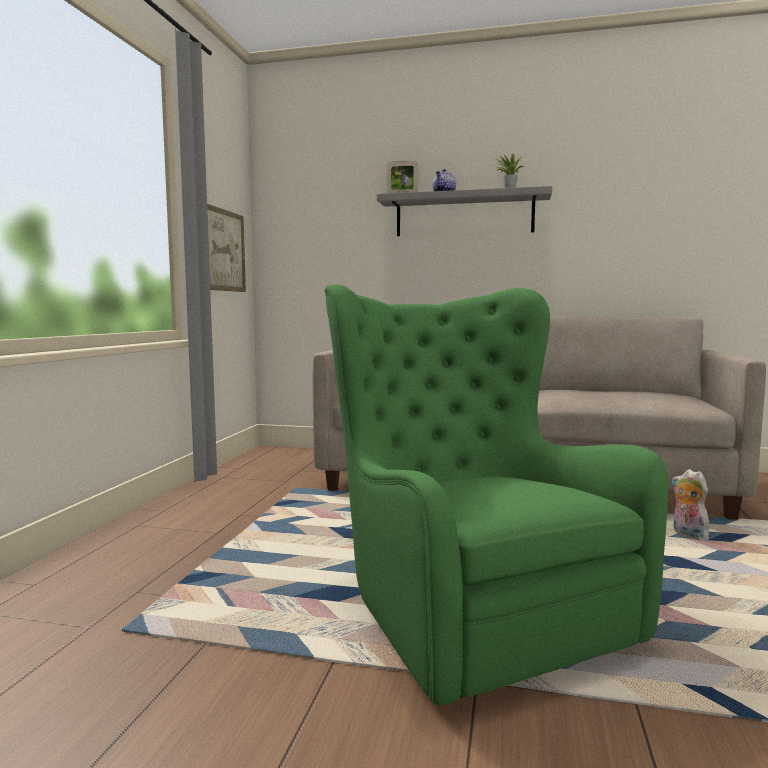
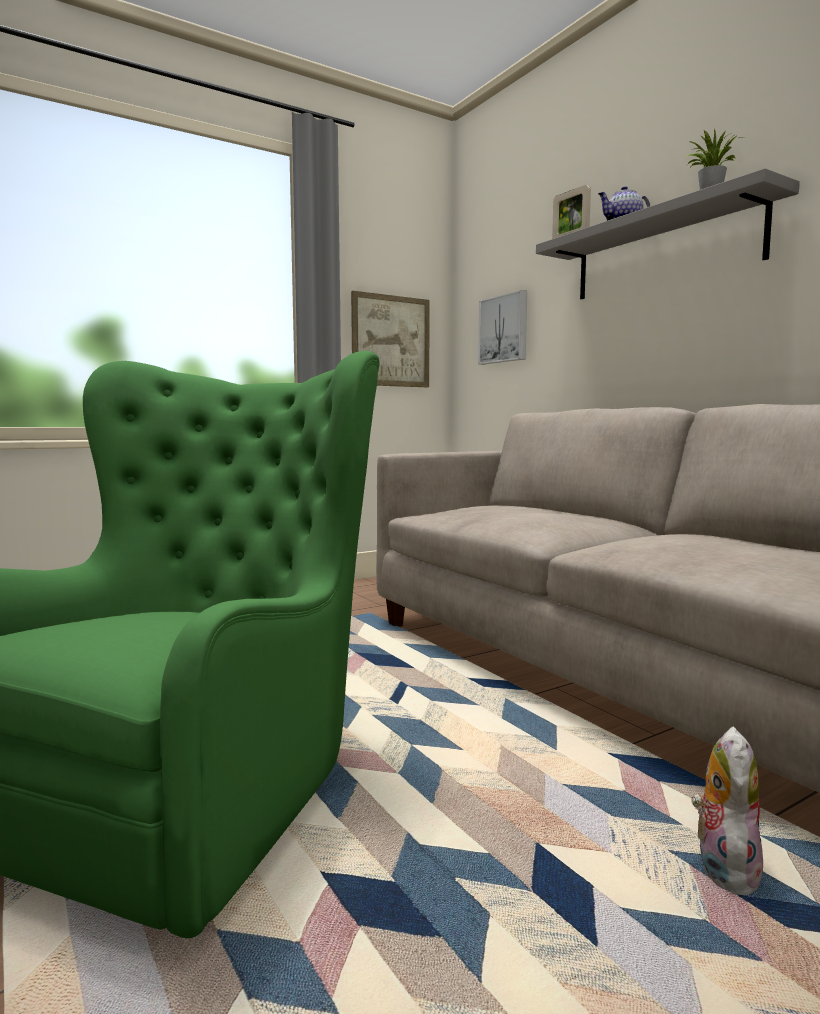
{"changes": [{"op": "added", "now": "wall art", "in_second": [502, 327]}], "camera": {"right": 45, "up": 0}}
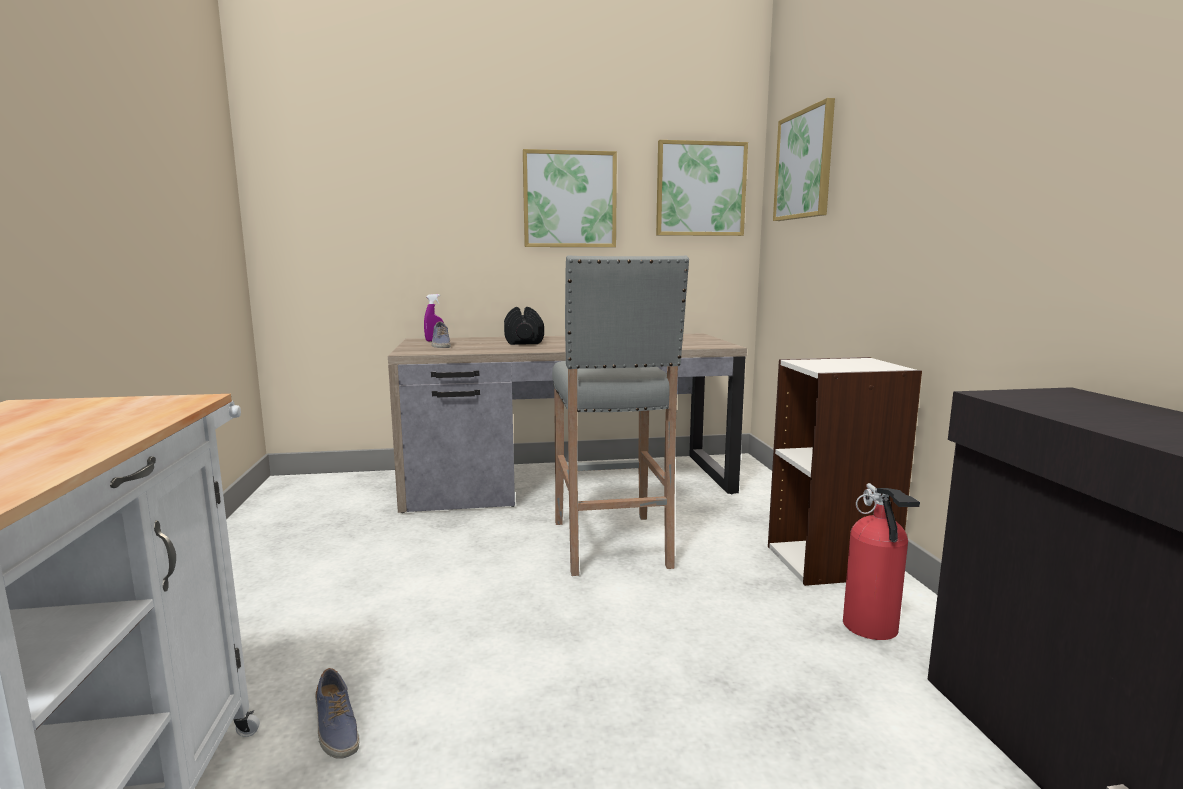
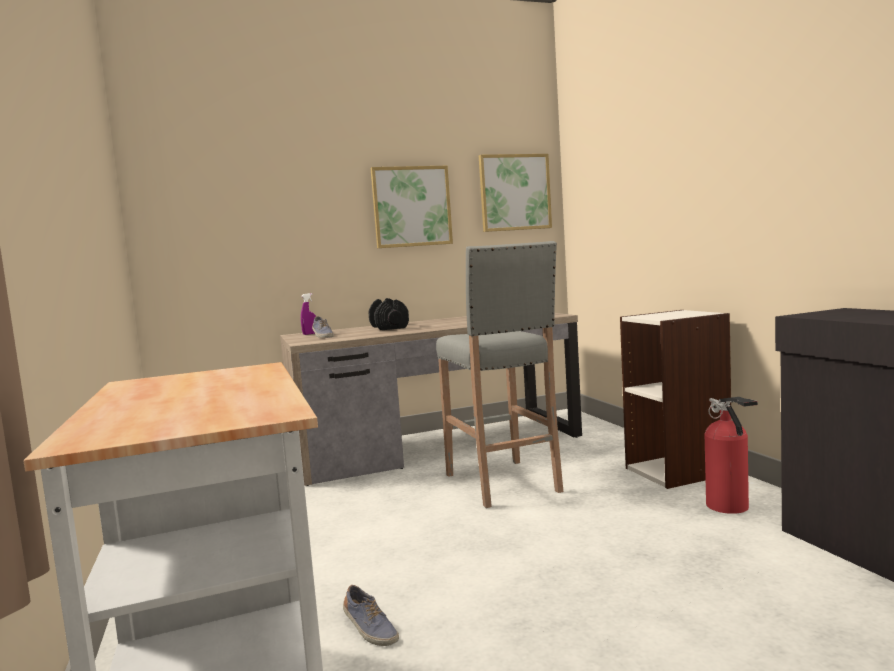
{"changes": [{"op": "removed", "was": "wall art", "in_first": [804, 159]}], "camera": {"right": -10, "up": -5}}
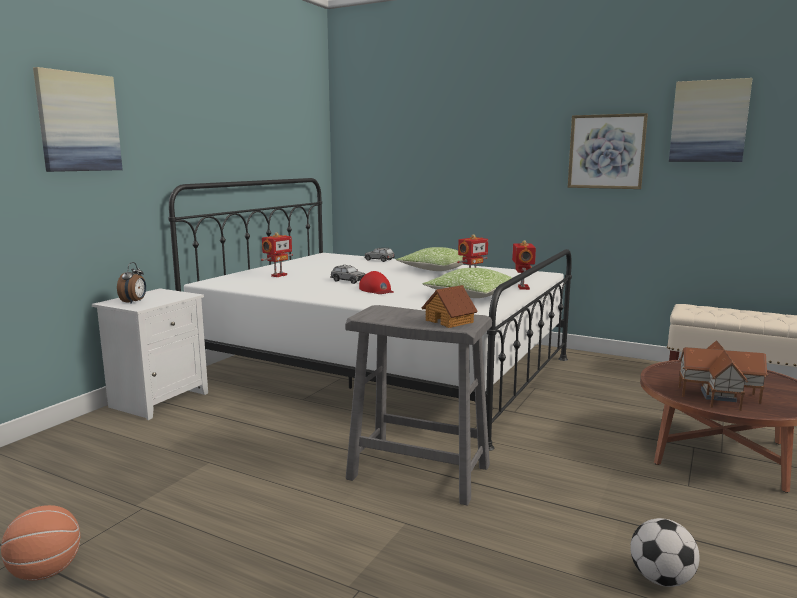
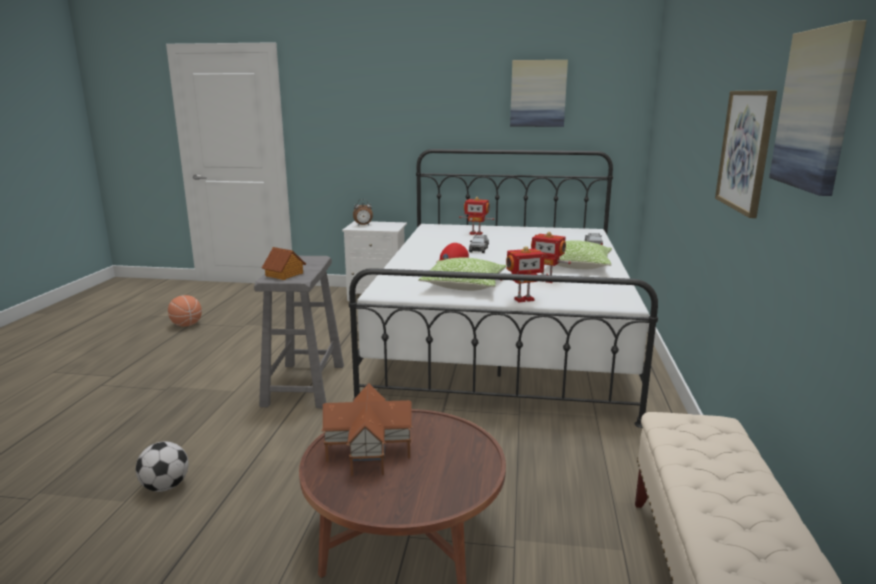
{"changes": [{"op": "moved", "was": "wall art", "in_first": [78, 119], "in_second": [539, 93]}], "camera": {"right": 70, "up": 5}}
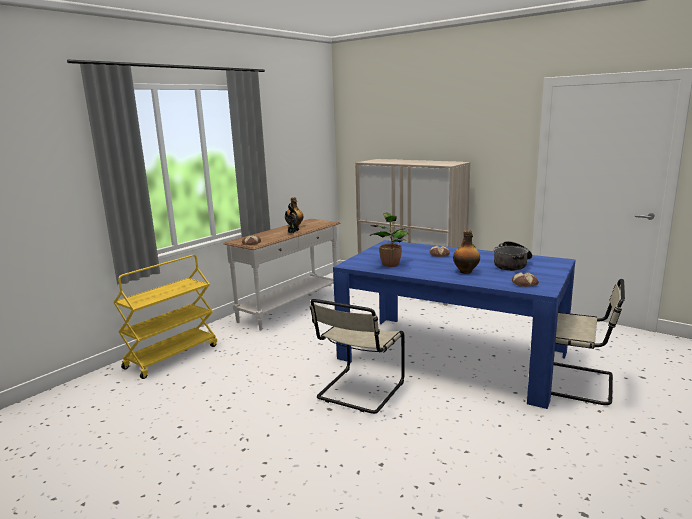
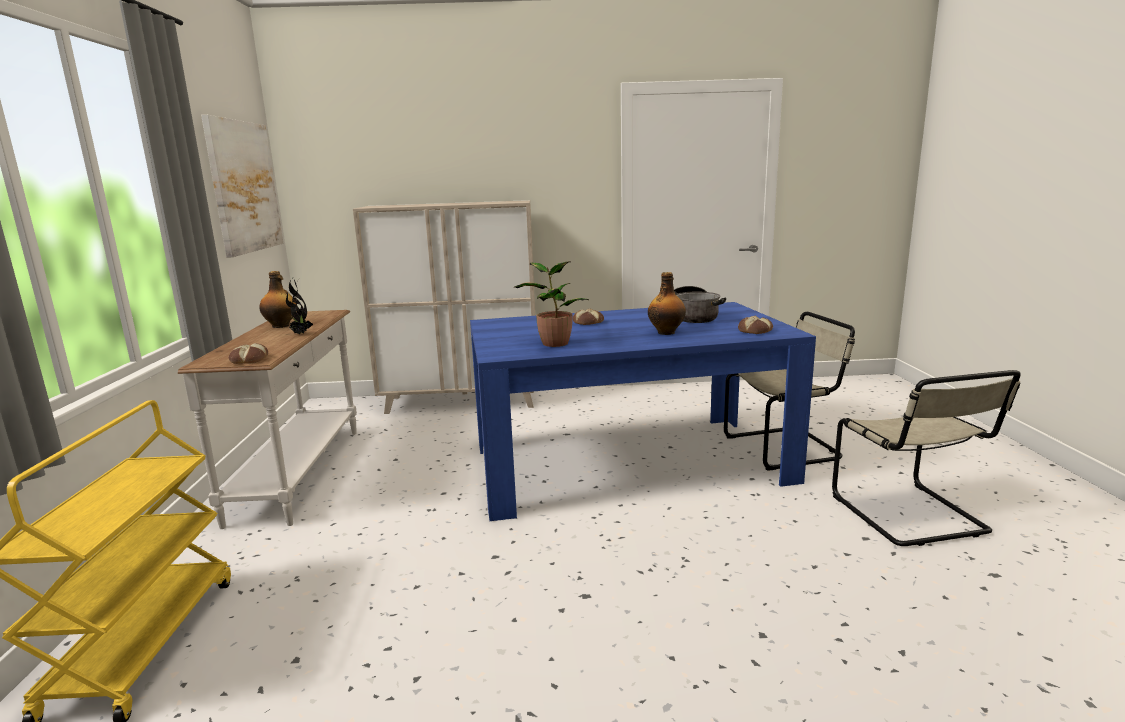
{"changes": [{"op": "added", "now": "wall art", "in_second": [242, 186]}, {"op": "moved", "was": "beige upright chair", "in_first": [357, 356], "in_second": [926, 458]}], "camera": {"right": -40, "up": 0}}
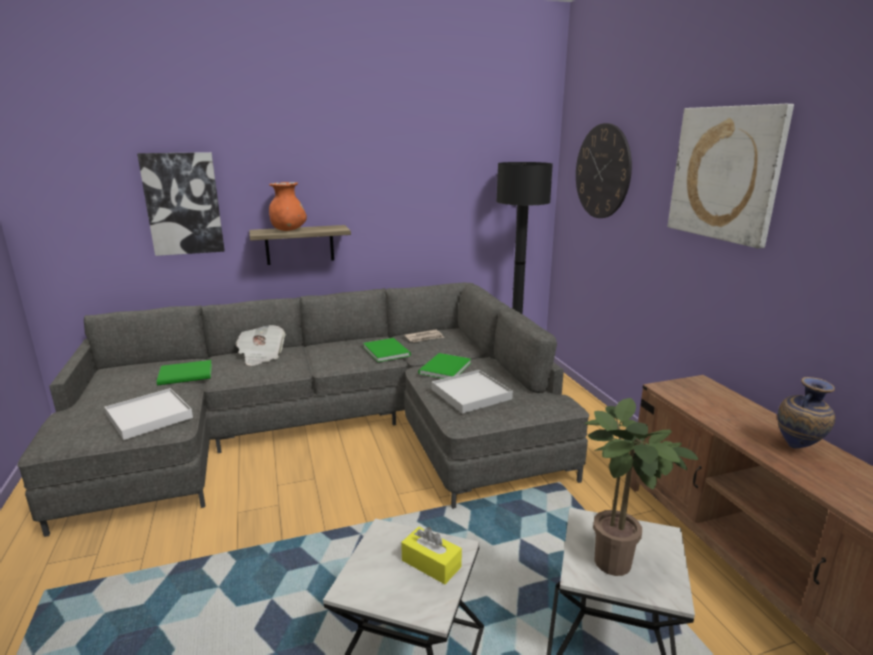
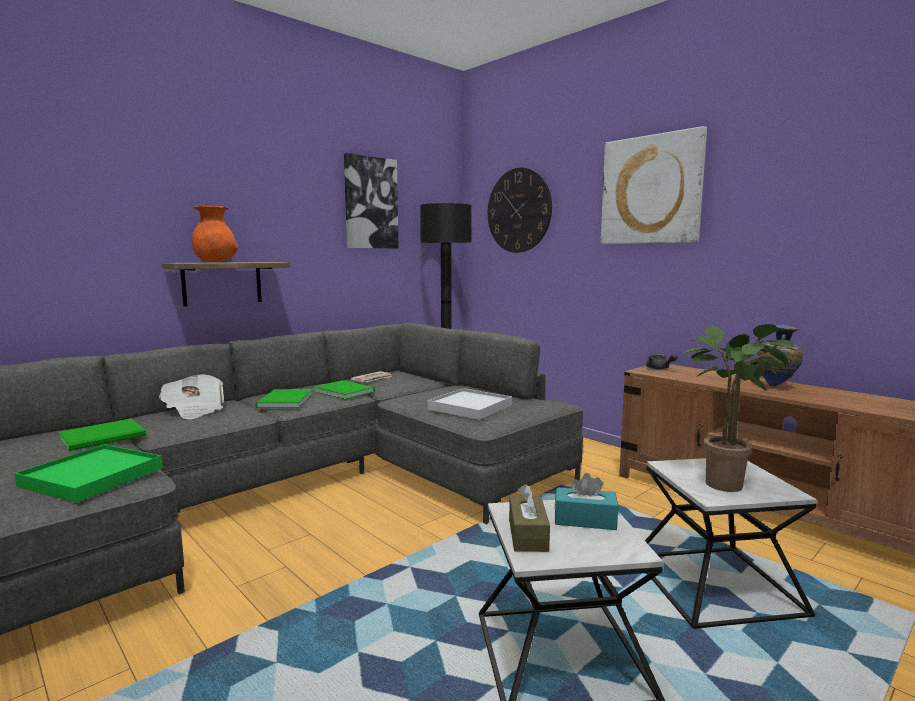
{"changes": [{"op": "recoloured", "was": "whitish serving tray", "now": "green-coloured serving tray", "in_first": [149, 414], "in_second": [88, 473]}, {"op": "moved", "was": "green-coloured book", "in_first": [444, 366], "in_second": [283, 399]}, {"op": "moved", "was": "wall art", "in_first": [181, 204], "in_second": [371, 201]}, {"op": "added", "now": "brown box of tissues", "in_second": [529, 518]}, {"op": "recoloured", "was": "yellow box of tissues", "now": "turquoise box of tissues", "in_first": [431, 555], "in_second": [586, 501]}, {"op": "added", "now": "grey pot for tea", "in_second": [662, 361]}], "camera": {"right": -25, "up": -10}}
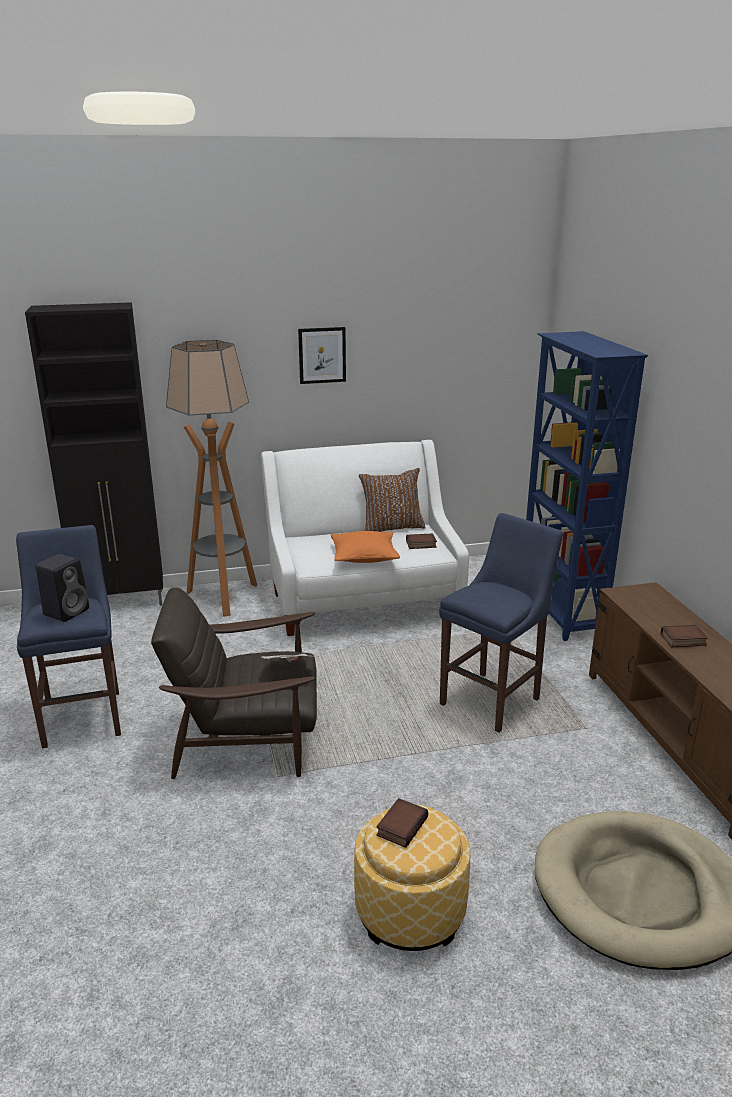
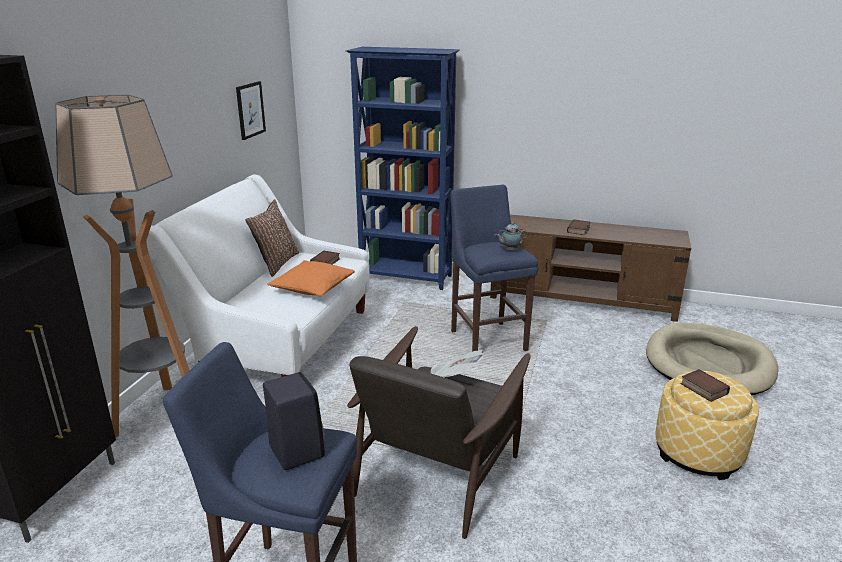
{"changes": [{"op": "moved", "was": "wall art", "in_first": [322, 355], "in_second": [251, 110]}, {"op": "added", "now": "pot for tea", "in_second": [511, 236]}], "camera": {"right": -60, "up": 0}}
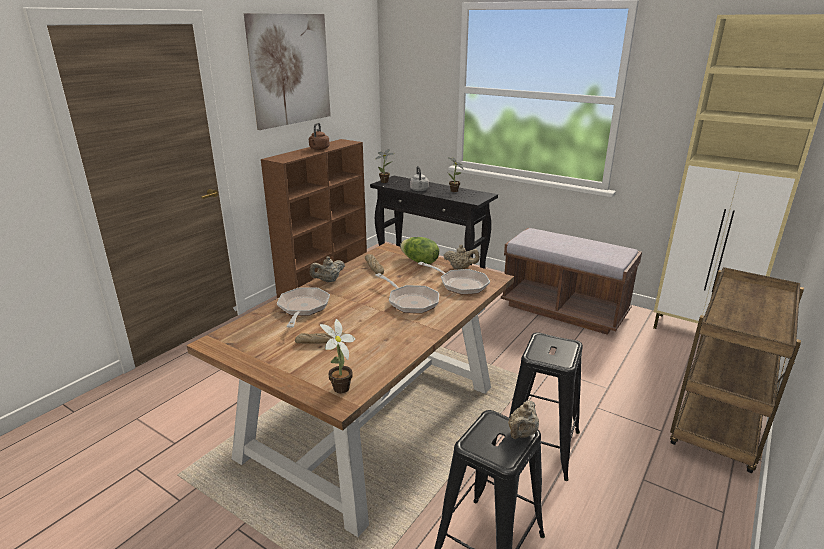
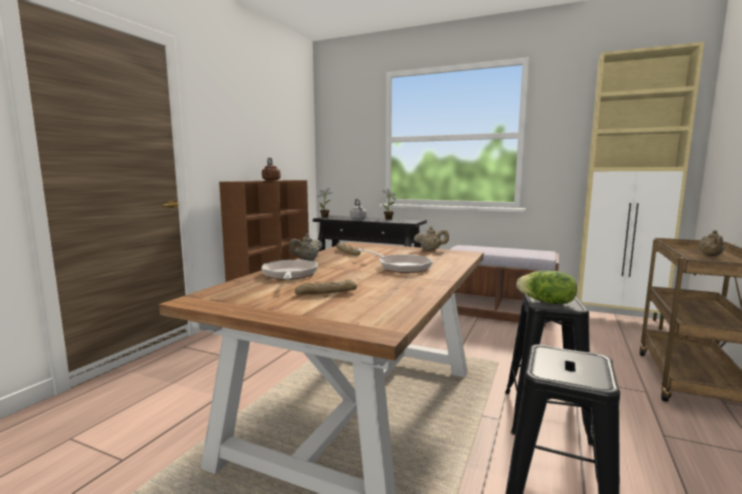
{"changes": [{"op": "moved", "was": "lettuce head", "in_first": [419, 250], "in_second": [546, 287]}, {"op": "moved", "was": "beige pot for tea", "in_first": [523, 419], "in_second": [712, 243]}, {"op": "removed", "was": "wall art", "in_first": [287, 71]}, {"op": "removed", "was": "plant in a pot", "in_first": [338, 356]}, {"op": "removed", "was": "frying pan", "in_first": [454, 278]}], "camera": {"right": -10, "up": -15}}
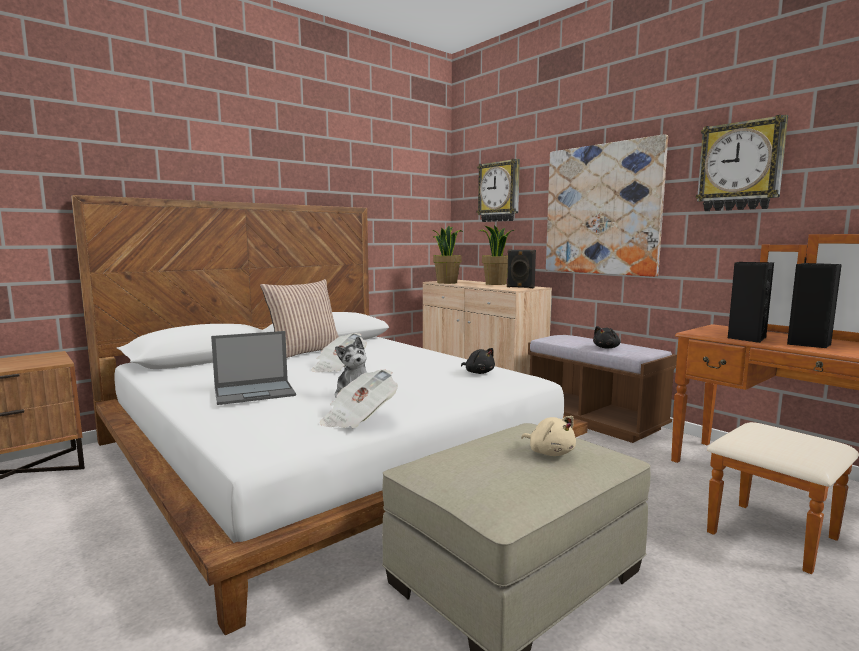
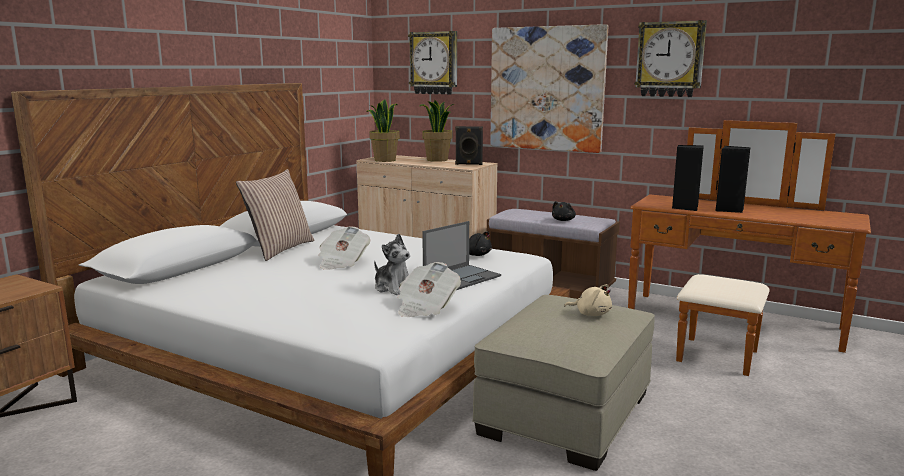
{"changes": [{"op": "moved", "was": "notebook computer", "in_first": [253, 368], "in_second": [461, 255]}], "camera": {"right": -20, "up": 5}}
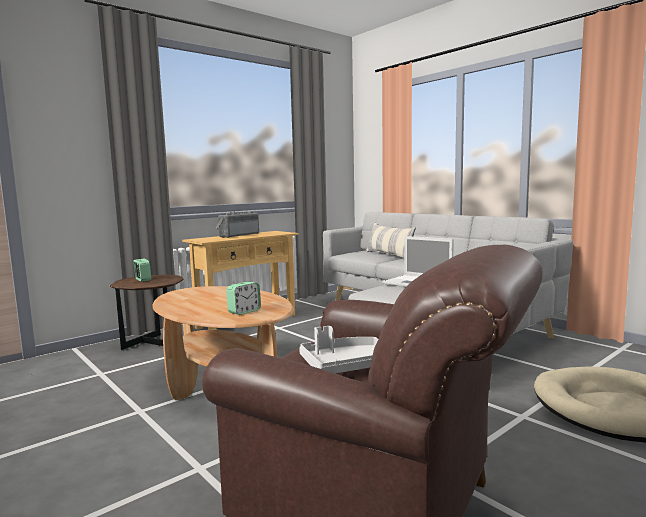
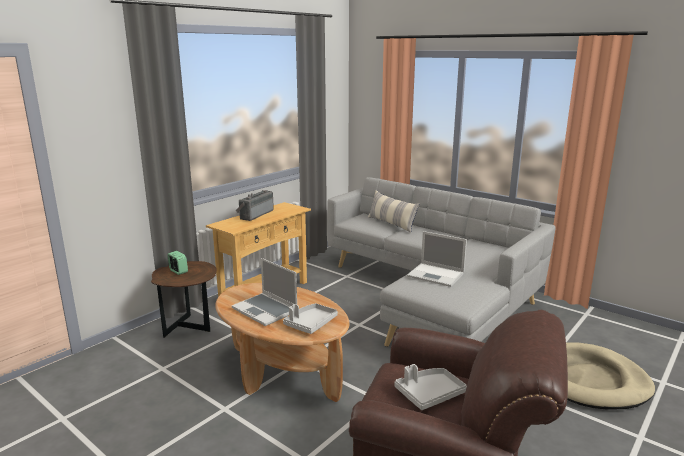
{"changes": [{"op": "added", "now": "notebook computer", "in_second": [264, 292]}, {"op": "replaced", "was": "bedside clock", "now": "grey serving tray", "in_first": [243, 298], "in_second": [310, 318]}], "camera": {"right": -10, "up": 10}}
